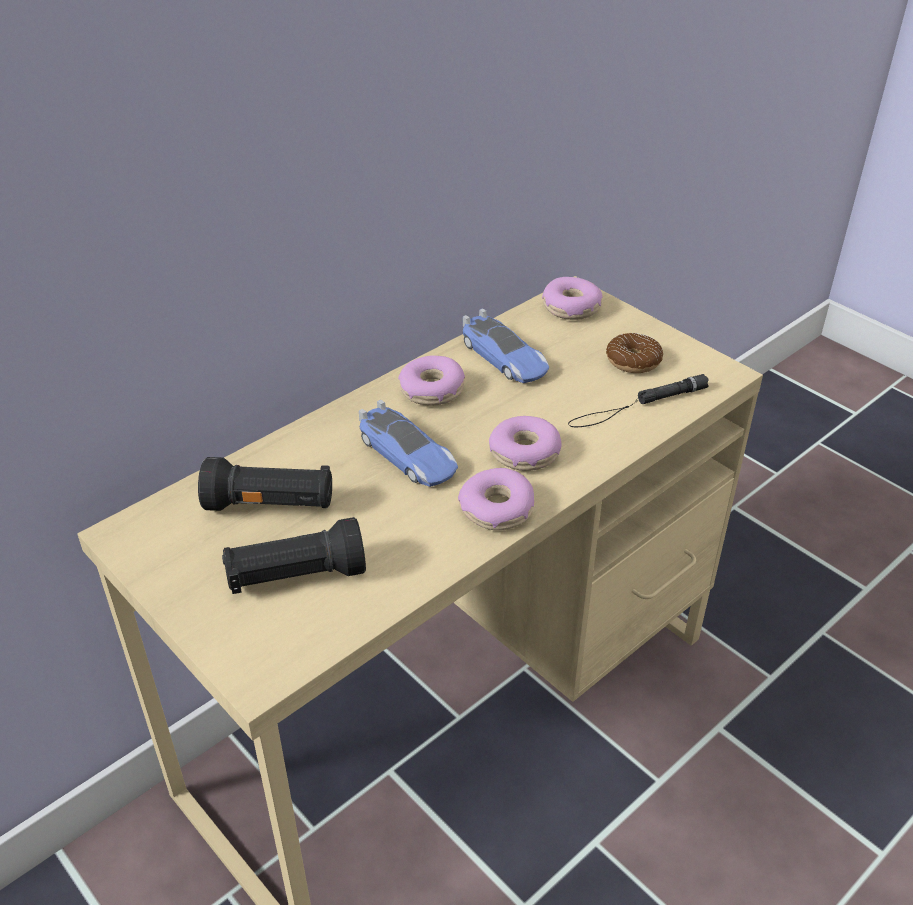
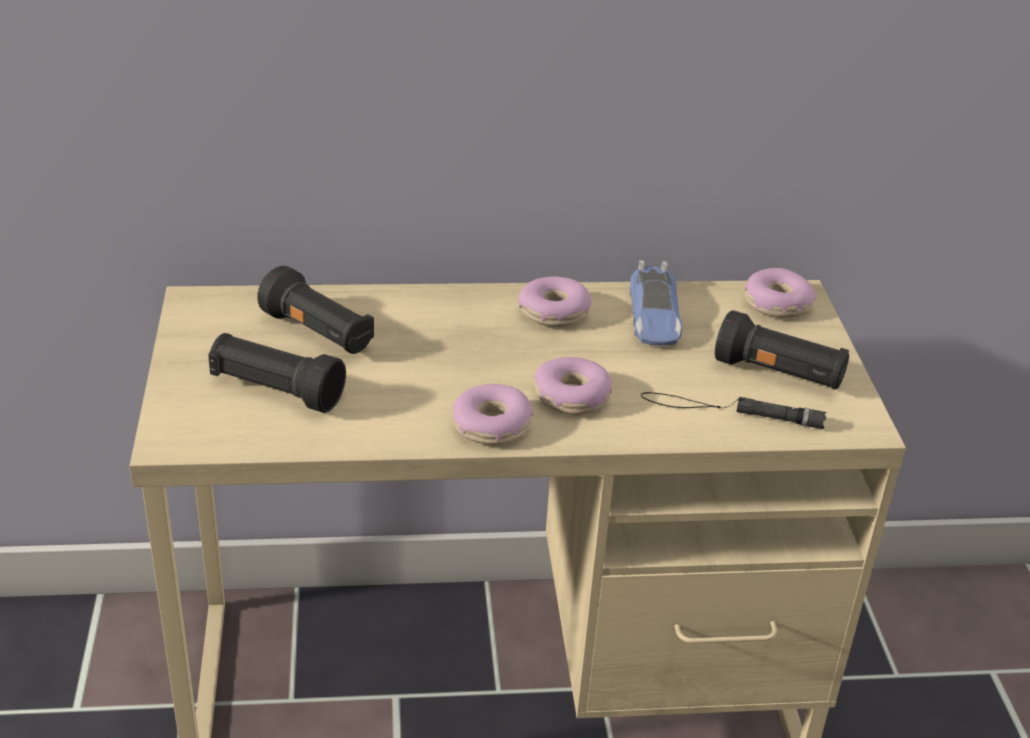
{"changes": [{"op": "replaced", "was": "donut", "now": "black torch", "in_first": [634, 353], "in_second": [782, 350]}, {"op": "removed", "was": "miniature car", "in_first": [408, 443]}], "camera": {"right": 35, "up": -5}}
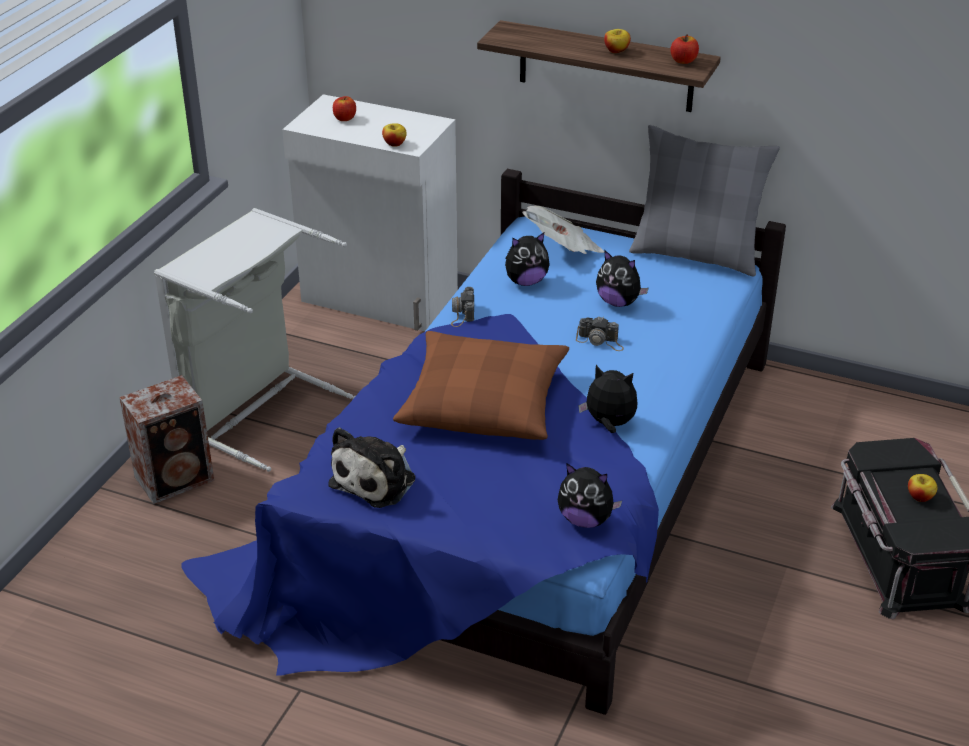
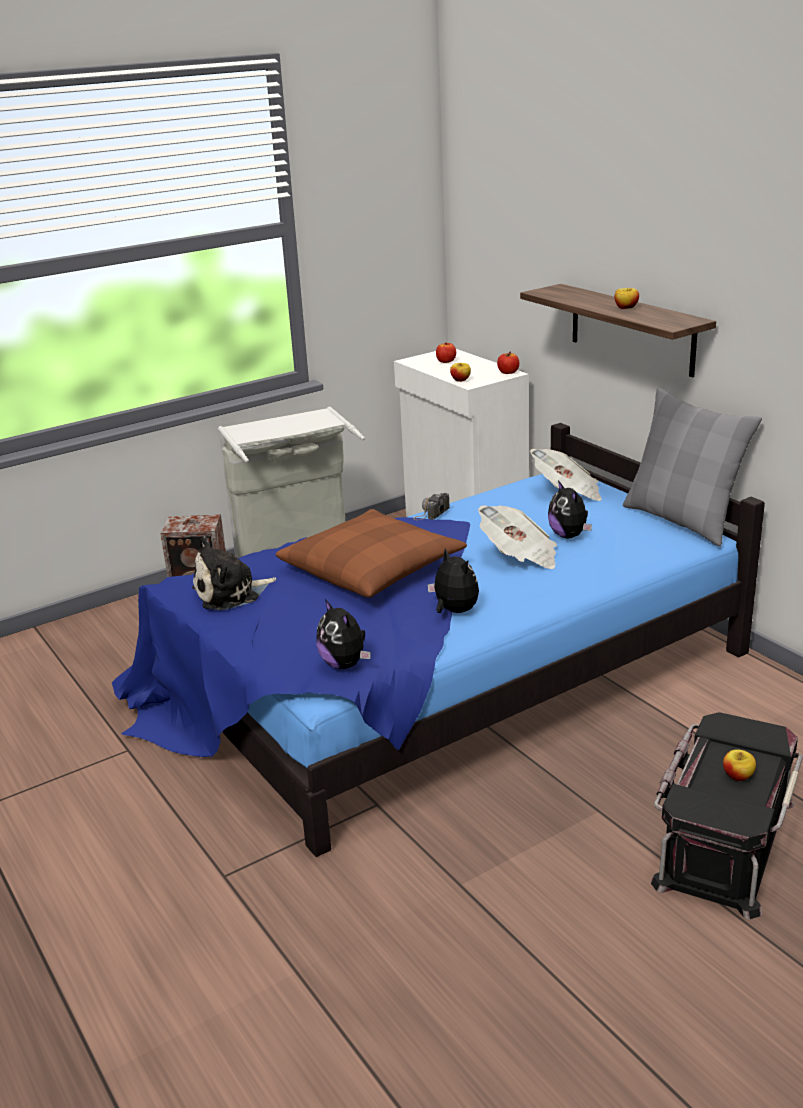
{"changes": [{"op": "replaced", "was": "still camera", "now": "printed paper", "in_first": [600, 334], "in_second": [517, 537]}, {"op": "moved", "was": "apple fruit", "in_first": [684, 49], "in_second": [508, 362]}, {"op": "removed", "was": "cuddly toy", "in_first": [527, 259]}], "camera": {"right": 35, "up": -10}}
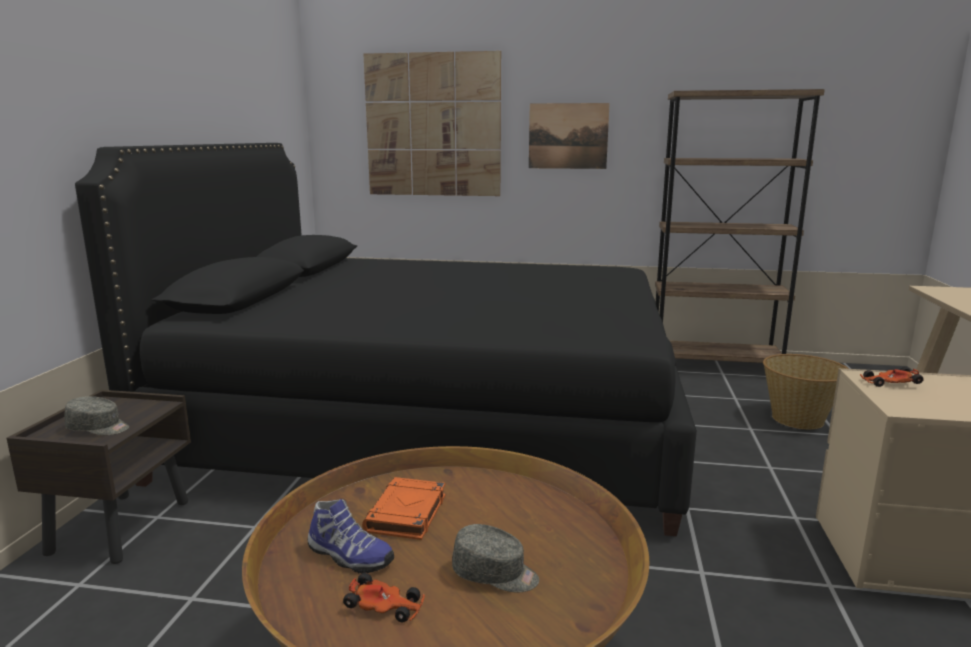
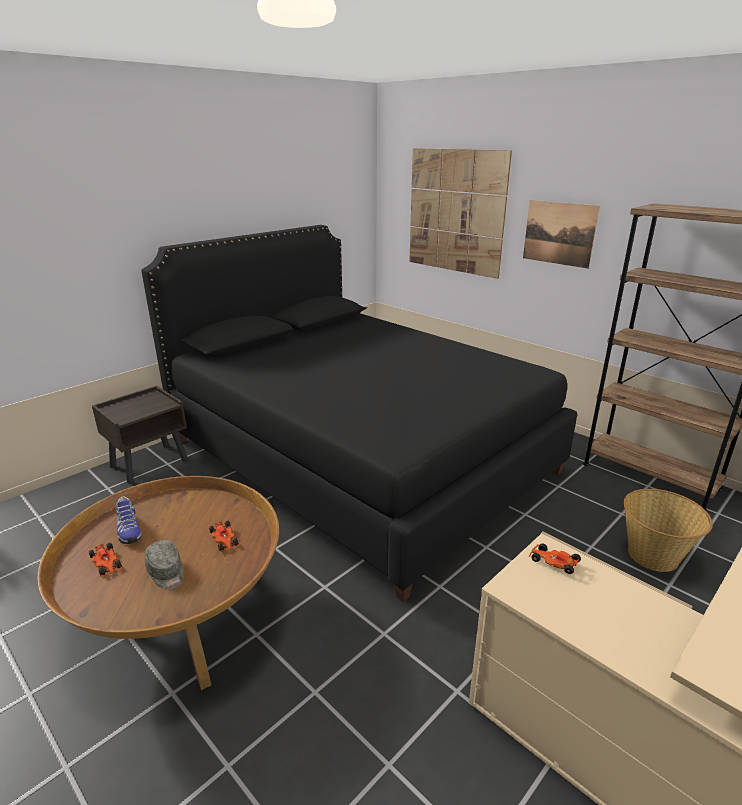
{"changes": [{"op": "added", "now": "miniature car", "in_second": [224, 536]}, {"op": "removed", "was": "grey baseball cap", "in_first": [96, 415]}, {"op": "removed", "was": "orangey book", "in_first": [404, 508]}], "camera": {"right": 35, "up": 10}}
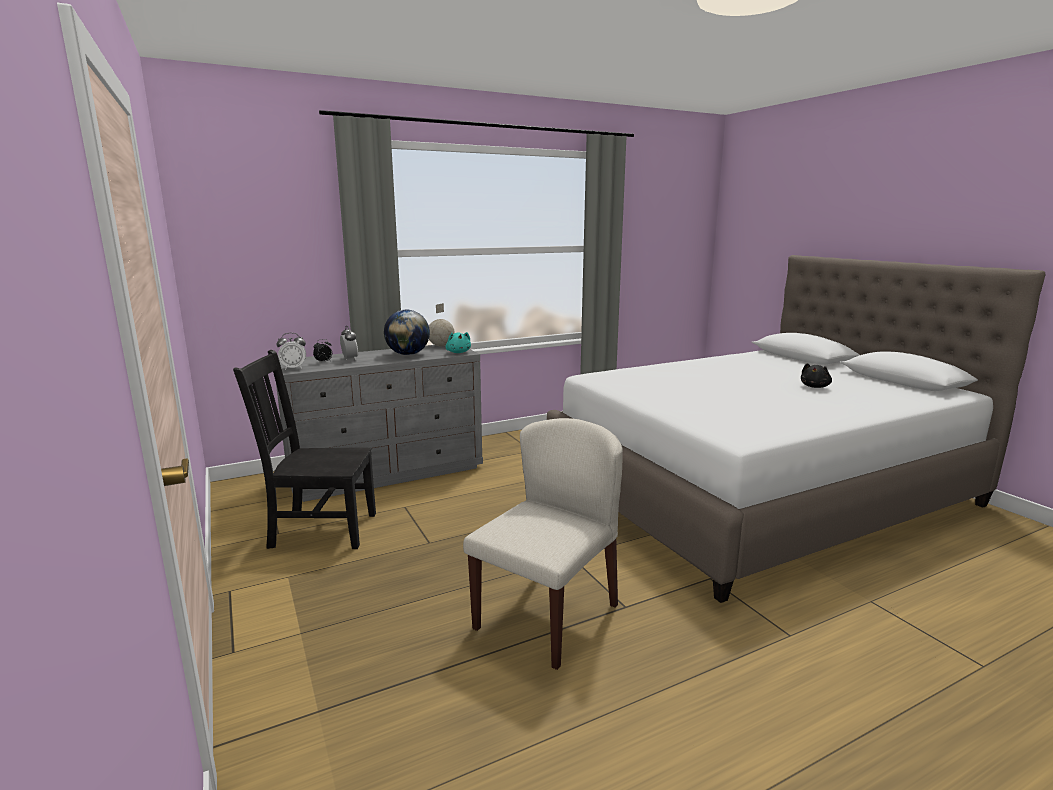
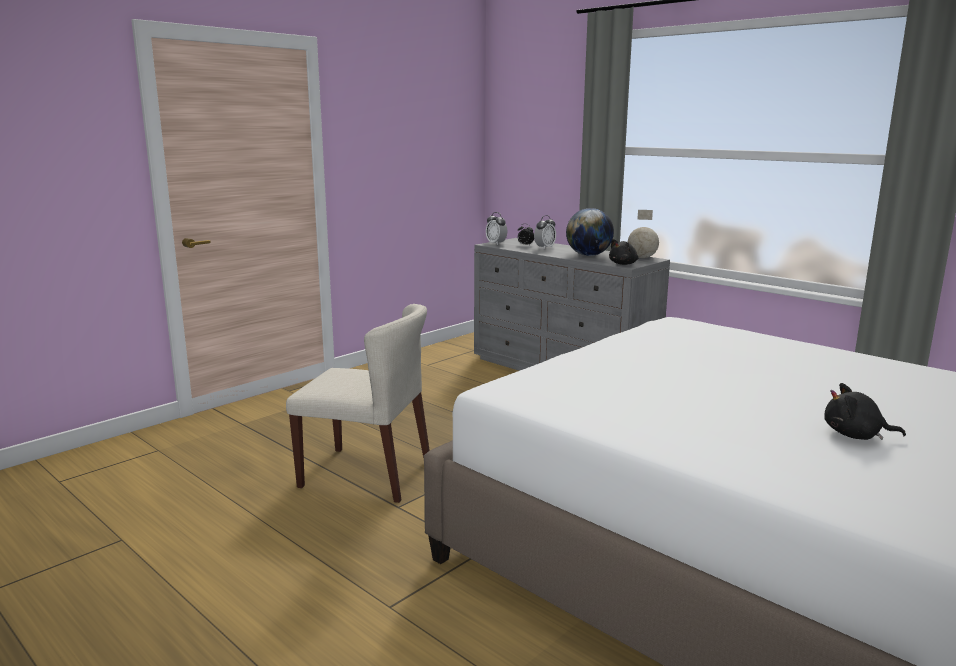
{"changes": [{"op": "recoloured", "was": "turquoise cuddly toy", "now": "black cuddly toy", "in_first": [458, 342], "in_second": [623, 252]}, {"op": "removed", "was": "black upright chair", "in_first": [304, 449]}], "camera": {"right": 70, "up": 0}}
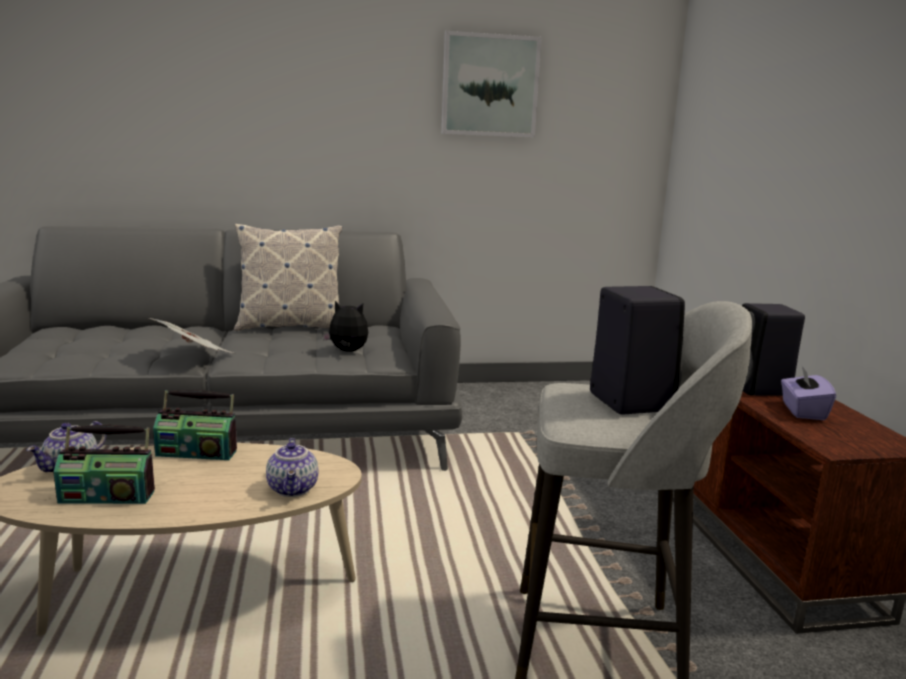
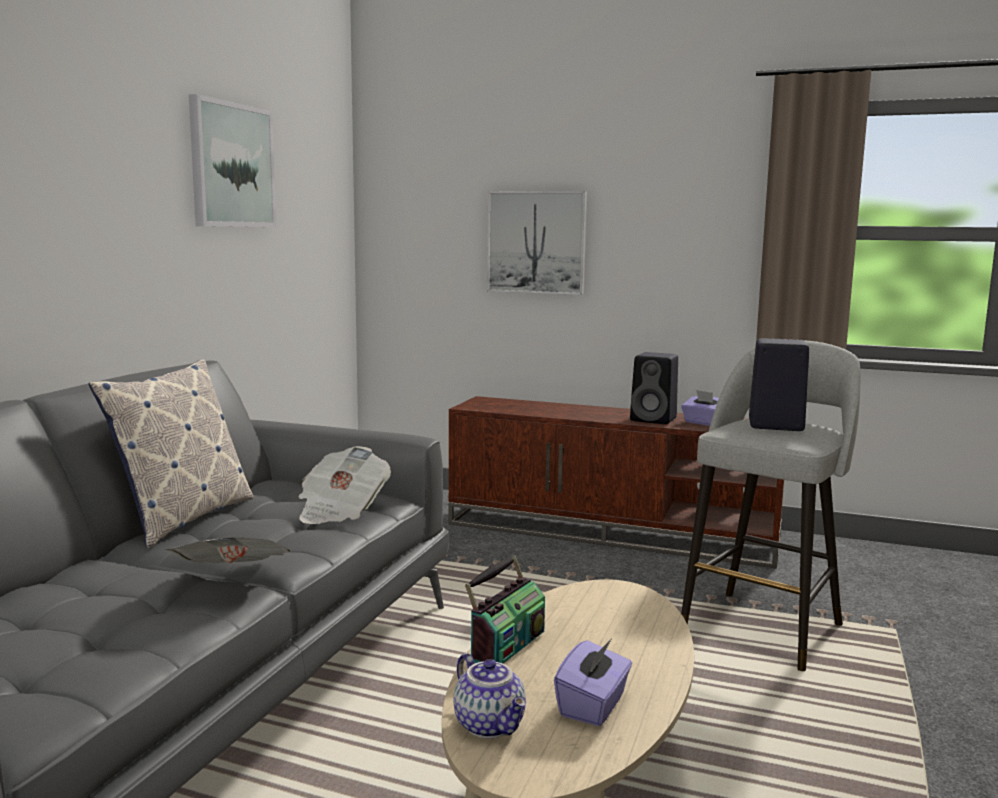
{"changes": [{"op": "replaced", "was": "cuddly toy", "now": "printed paper", "in_first": [345, 326], "in_second": [345, 485]}, {"op": "added", "now": "wall art", "in_second": [537, 243]}, {"op": "replaced", "was": "radio set", "now": "purple box of tissues", "in_first": [104, 464], "in_second": [593, 682]}, {"op": "removed", "was": "pot for tea", "in_first": [292, 467]}], "camera": {"right": -60, "up": -5}}
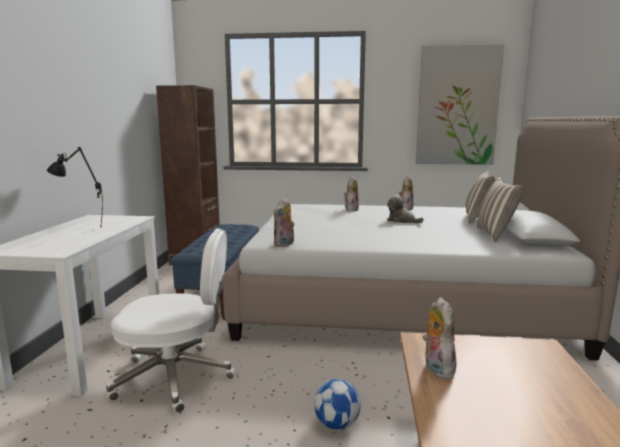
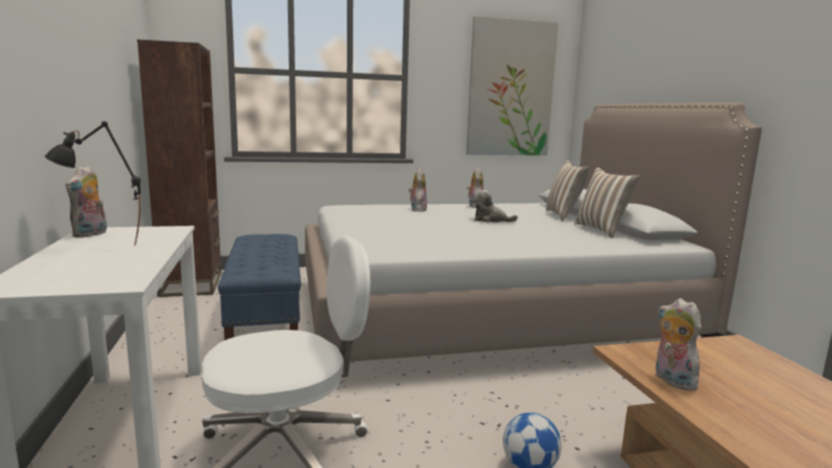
{"changes": [{"op": "moved", "was": "cuddly toy", "in_first": [284, 222], "in_second": [86, 202]}], "camera": {"right": -20, "up": 0}}
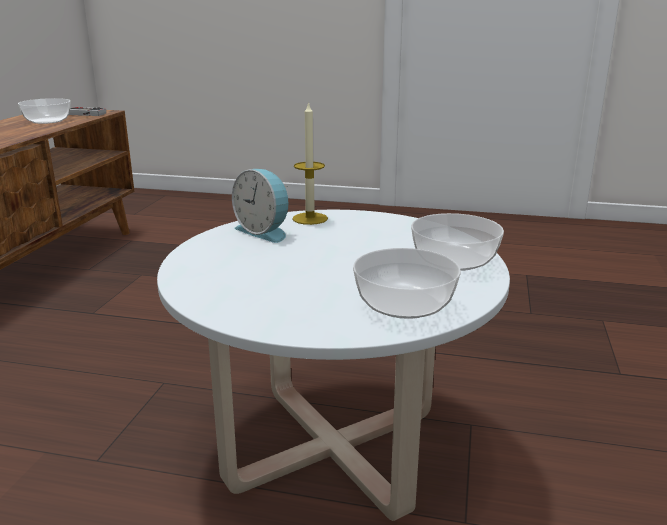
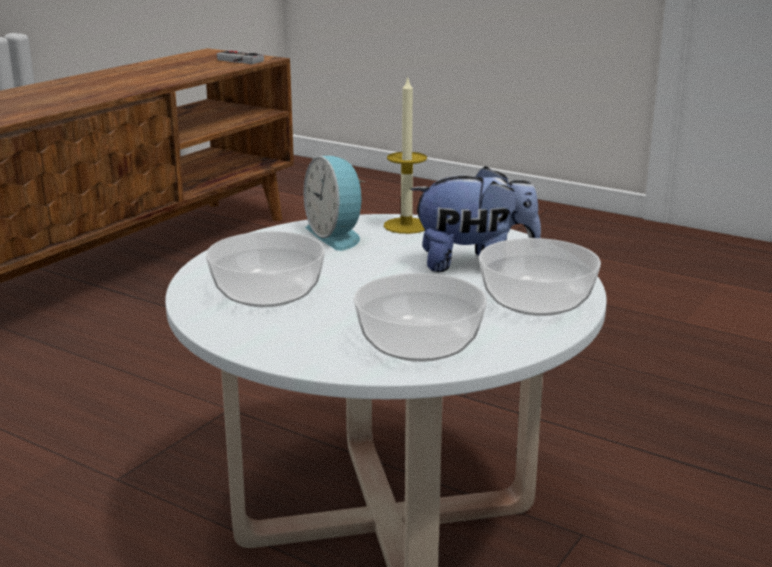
{"changes": [{"op": "moved", "was": "serving bowl", "in_first": [44, 111], "in_second": [265, 269]}, {"op": "added", "now": "cuddly toy", "in_second": [475, 219]}], "camera": {"right": 20, "up": 0}}
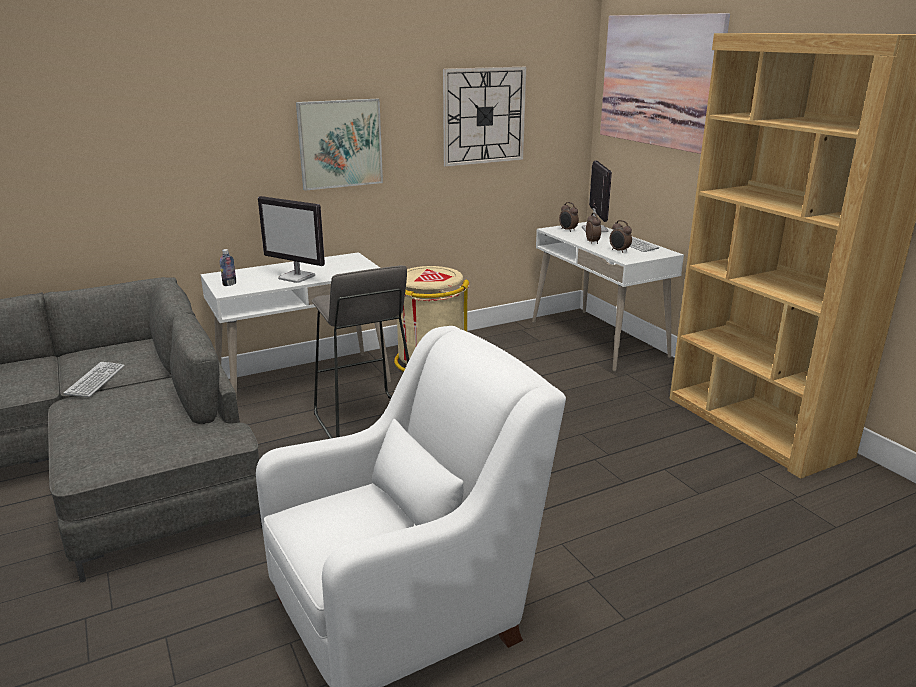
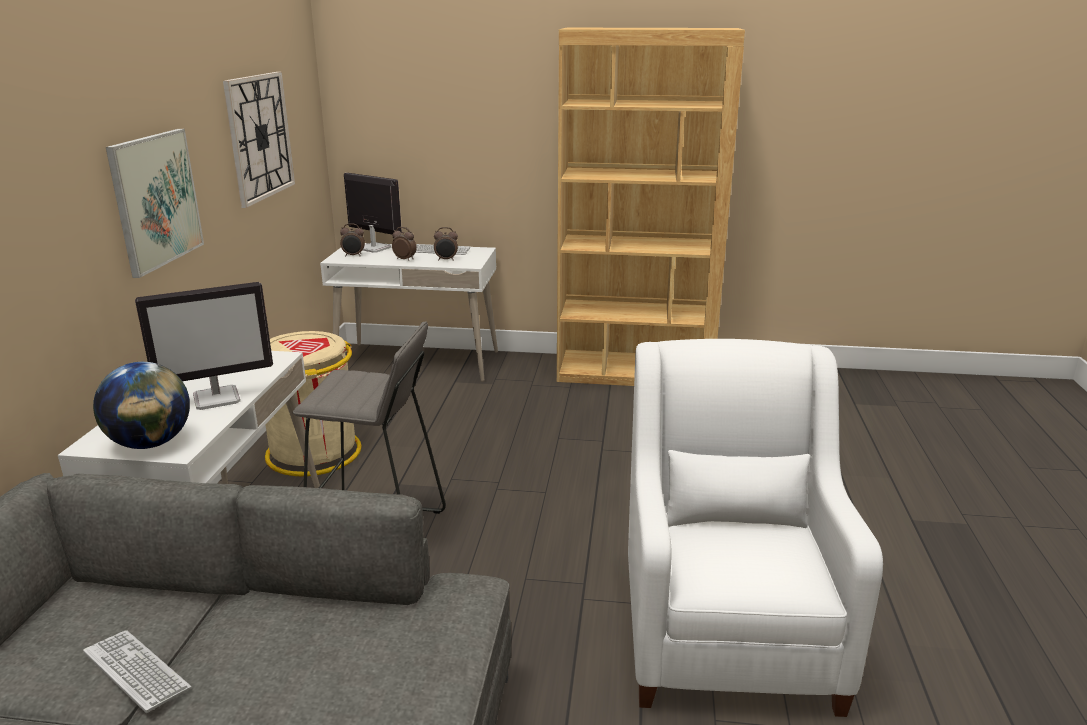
{"changes": [{"op": "replaced", "was": "beverage bottle", "now": "desk globe", "in_first": [228, 267], "in_second": [141, 405]}, {"op": "removed", "was": "wall art", "in_first": [665, 83]}], "camera": {"right": -55, "up": 0}}
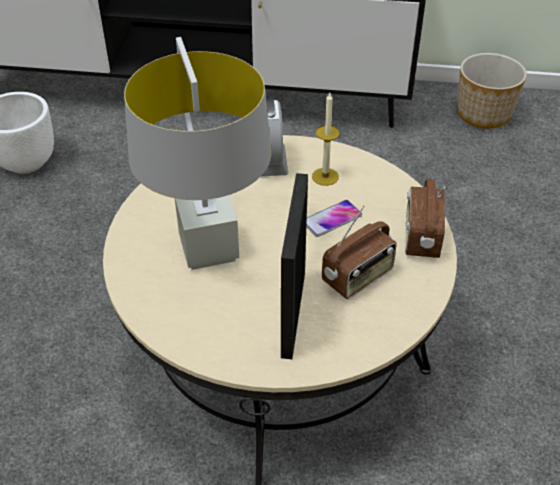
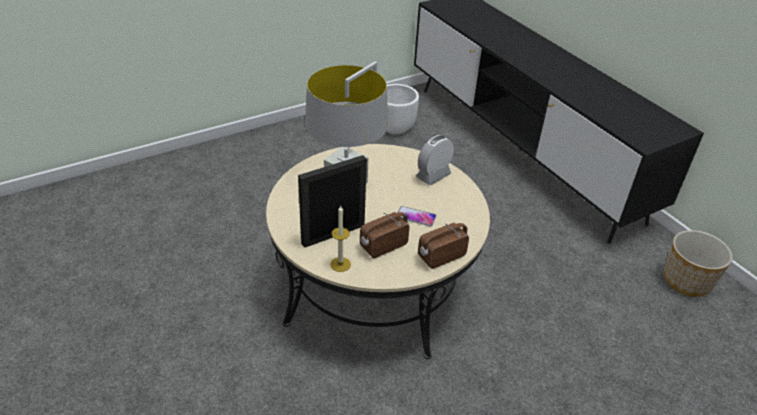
{"changes": [{"op": "moved", "was": "candle", "in_first": [326, 139], "in_second": [340, 239]}, {"op": "turned", "was": "radio set", "in_first": [359, 252], "in_second": [385, 235], "clockwise": 135}], "camera": {"right": 50, "up": -5}}
